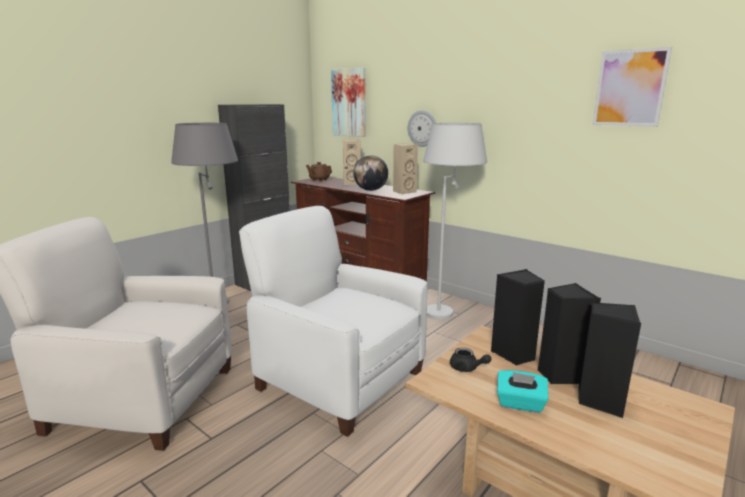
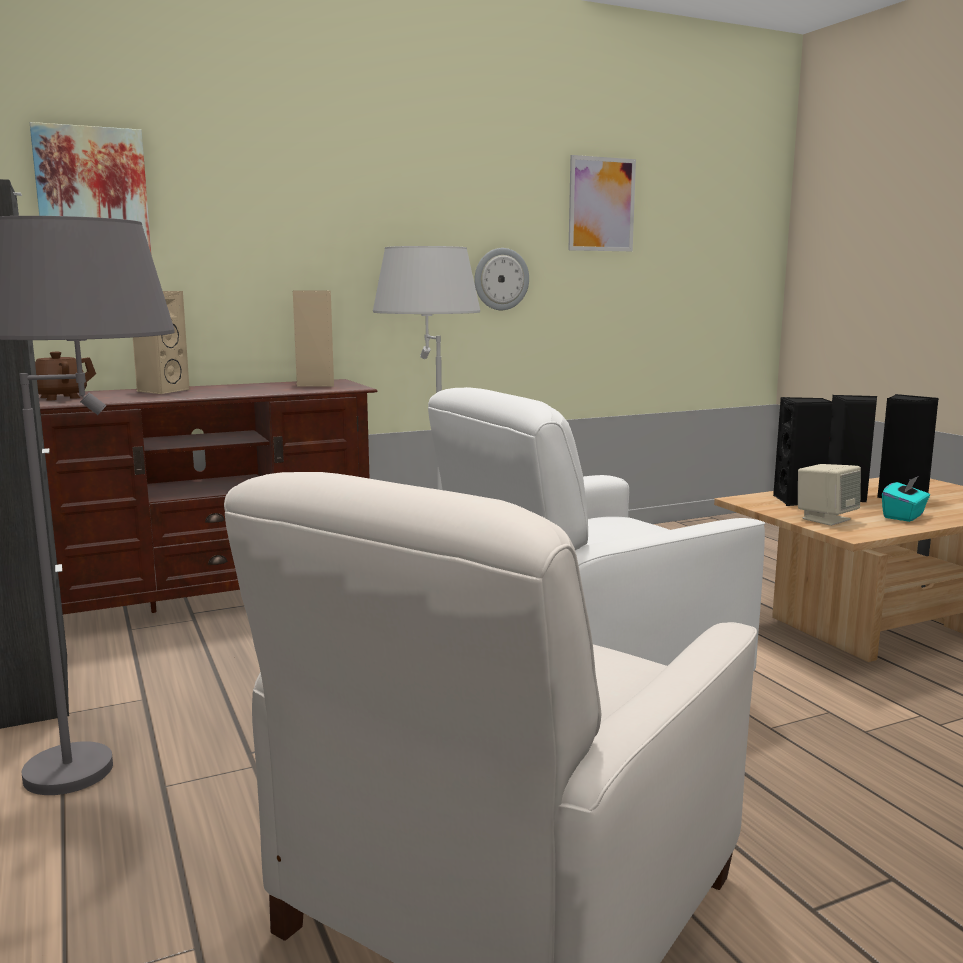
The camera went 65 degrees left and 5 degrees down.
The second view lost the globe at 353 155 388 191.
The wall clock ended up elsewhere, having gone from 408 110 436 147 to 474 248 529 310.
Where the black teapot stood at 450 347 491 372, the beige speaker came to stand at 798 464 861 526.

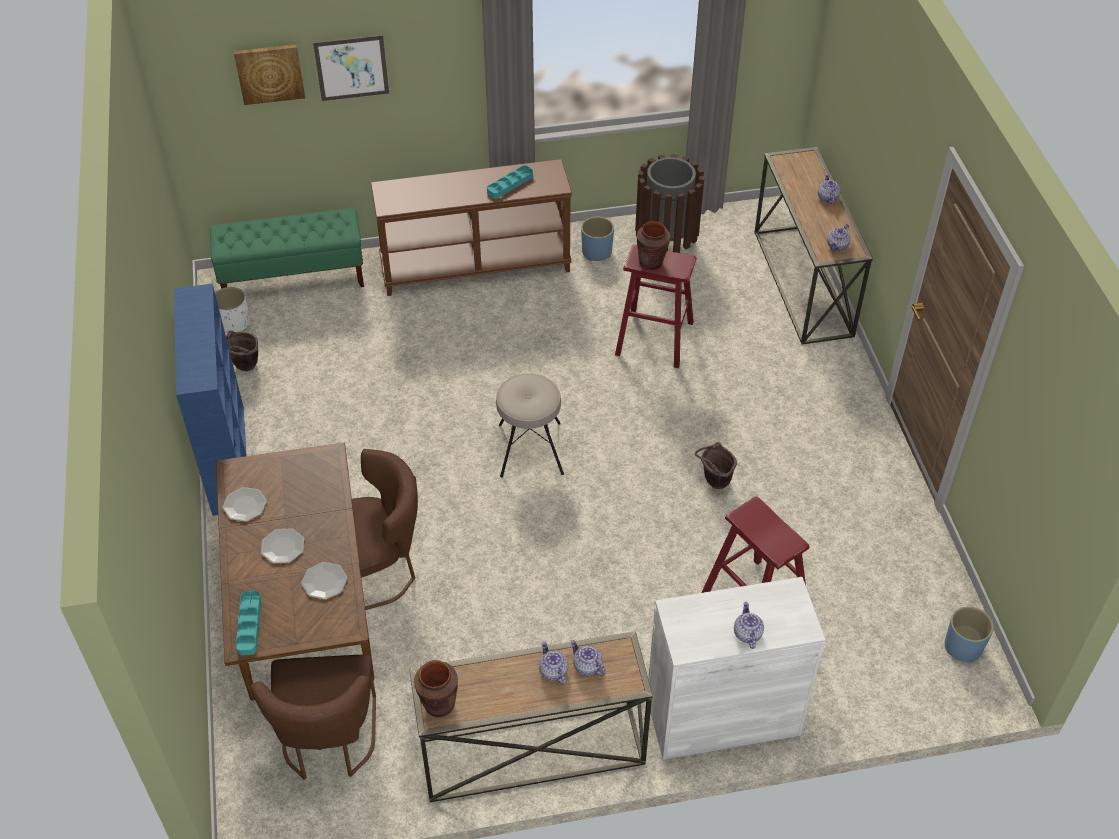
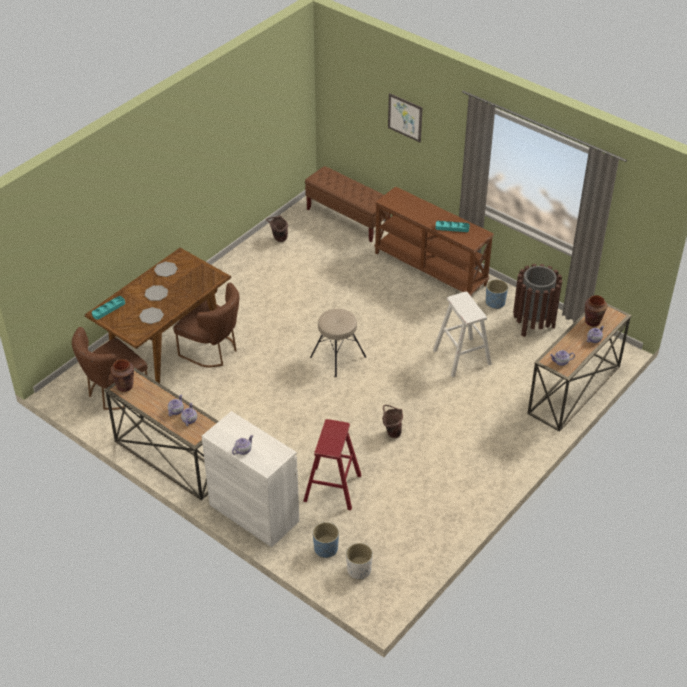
The camera went 50 degrees right and 5 degrees down.
The second view lost the blue bookcase at 174 284 247 516.
The second view lost the picture at 234 44 305 105.
The white planter ended up elsewhere, having gone from 215 287 250 333 to 346 543 373 580.
The brown vase ended up elsewhere, having gone from 637 221 670 270 to 585 295 607 327.
The blue planter ended up elsewhere, having gone from 945 606 994 662 to 313 522 339 558.
What was the green bench at 210 208 364 289 turned into the brown bench at 305 166 391 242.
What was the red stool at 615 244 697 368 turned into the white stool at 433 292 492 377.

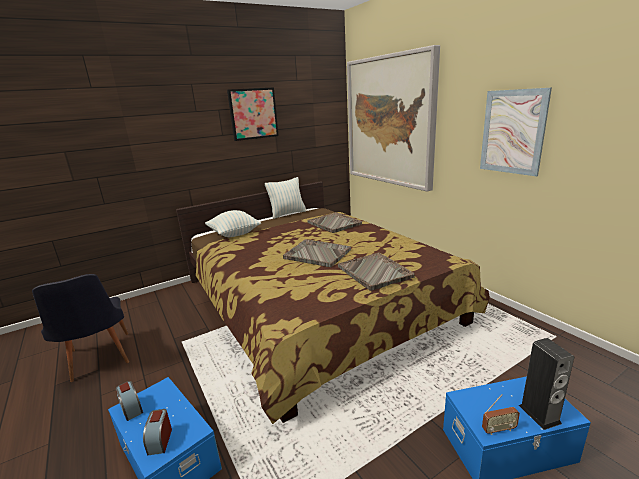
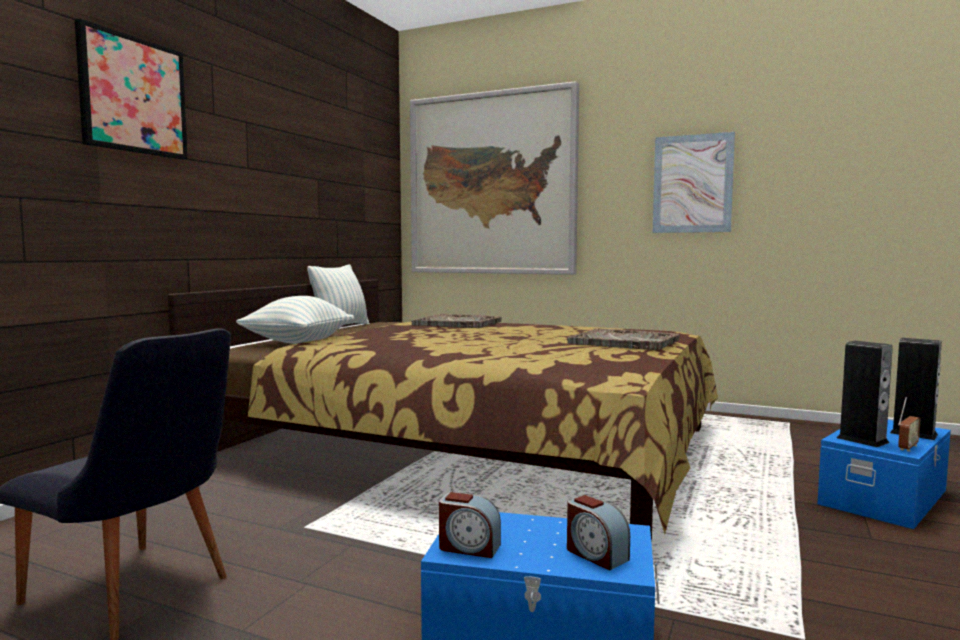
The camera went 35 degrees left and 15 degrees down.
The second view lost the grey tray at 283 239 351 267.
The second view gained the speaker at 837 341 893 447.
The picture ended up elsewhere, having gone from 227 87 279 141 to 75 19 188 159.

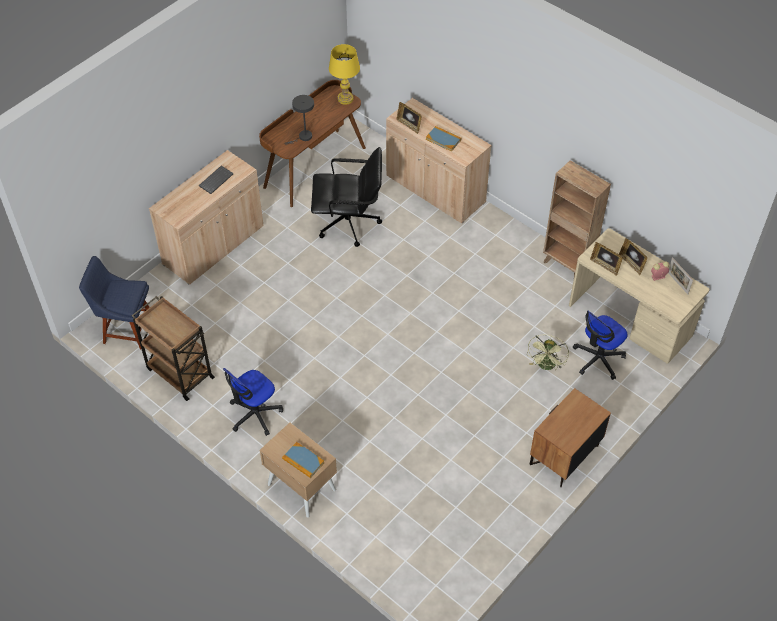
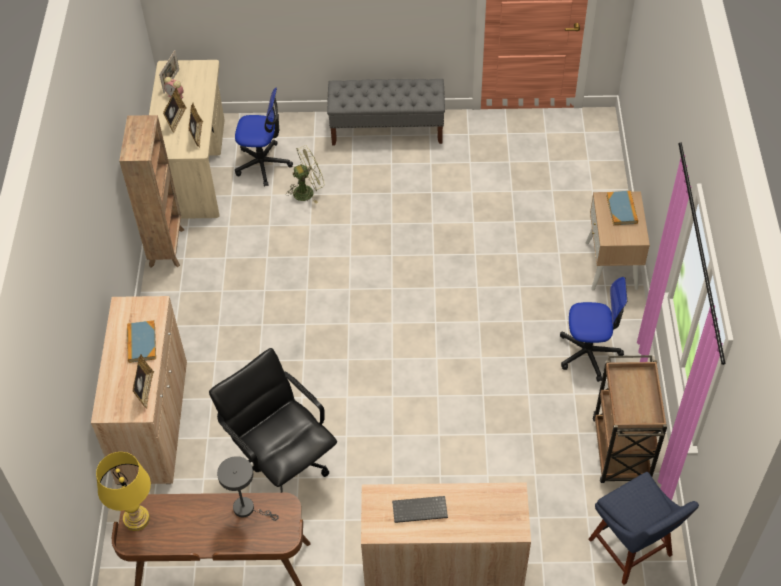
The camera went 130 degrees left and 0 degrees up.
Where the brown nightstand stood at 530 388 611 487, the grey bench came to stand at 327 79 445 145.

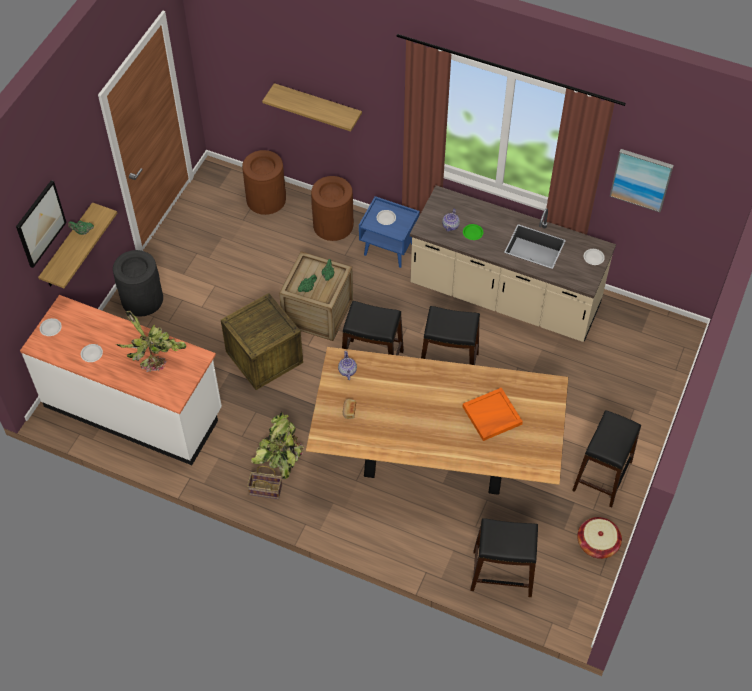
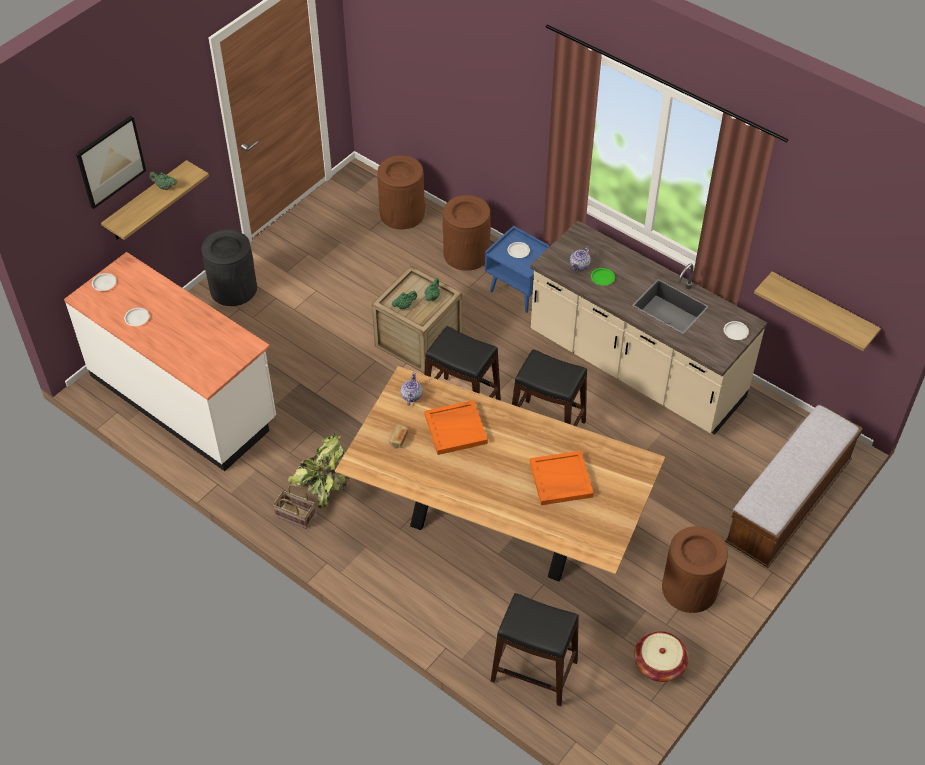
The camera went 15 degrees right and 5 degrees down.
The second view lost the potted plant at 116 311 186 372.
The second view lost the crate at 221 293 303 390.
The second view lost the picture at 610 149 674 212.
The second view gained the orange tray at 424 400 488 455.
The second view gained the bench at 725 405 863 568.
The shelf ended up elsewhere, having gone from 262 83 362 131 to 754 272 881 351.
Where the black stool stood at 572 410 641 508, the brown trash can came to stand at 662 526 728 613.

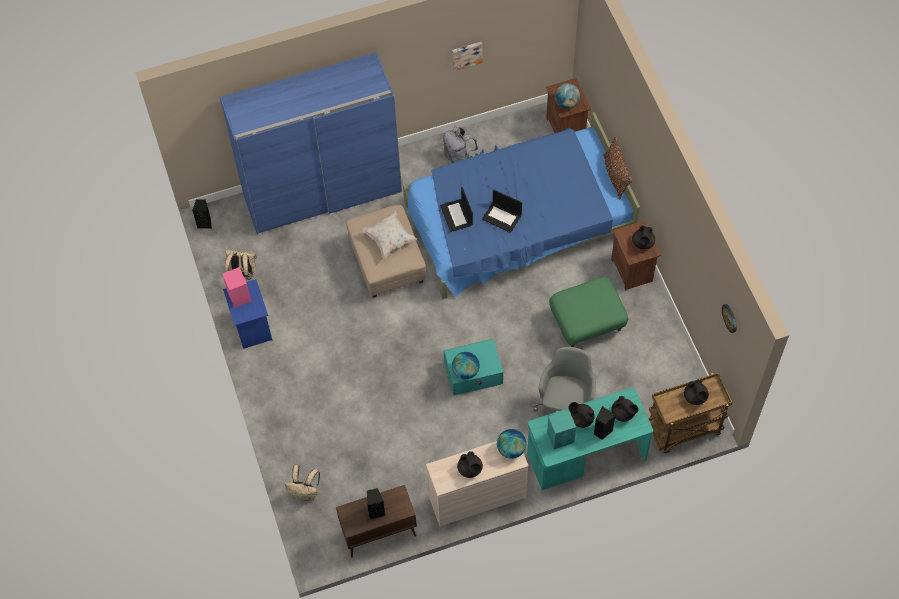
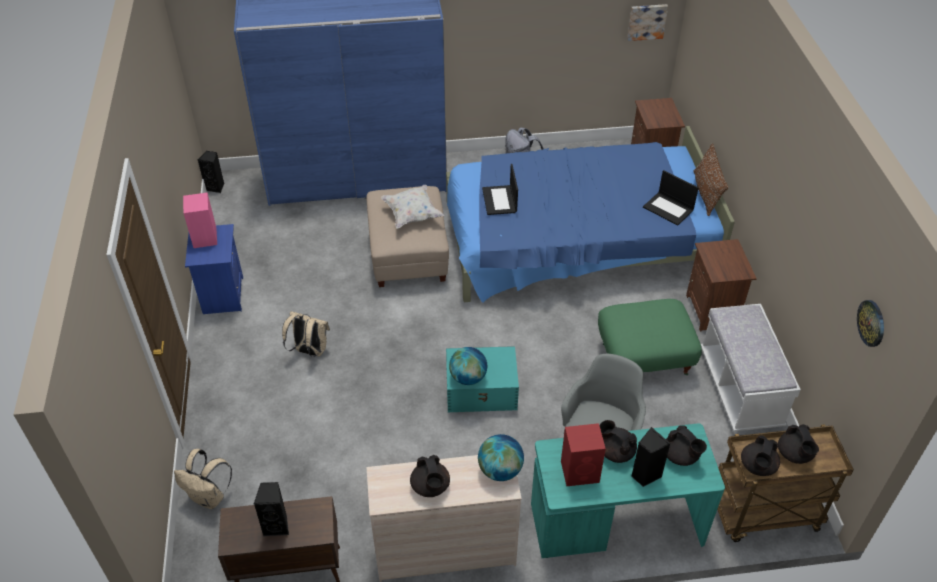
The camera went 10 degrees right and 15 degrees down.
The second view lost the globe at 554 83 580 109.
The second view gained the white bench at 701 304 801 432.
The beige backpack ended up elsewhere, having gone from 225 250 257 280 to 282 311 330 357.
The picture ended up elsewhere, having gone from 452 42 482 71 to 627 4 668 41.
The laptop ended up elsewhere, having gone from 482 189 522 233 to 643 170 699 225.
The black teapot ended up elsewhere, having gone from 632 225 655 249 to 741 436 780 476.
What was the turquoise speaker at 547 410 576 449 turned into the red speaker at 561 423 606 486.

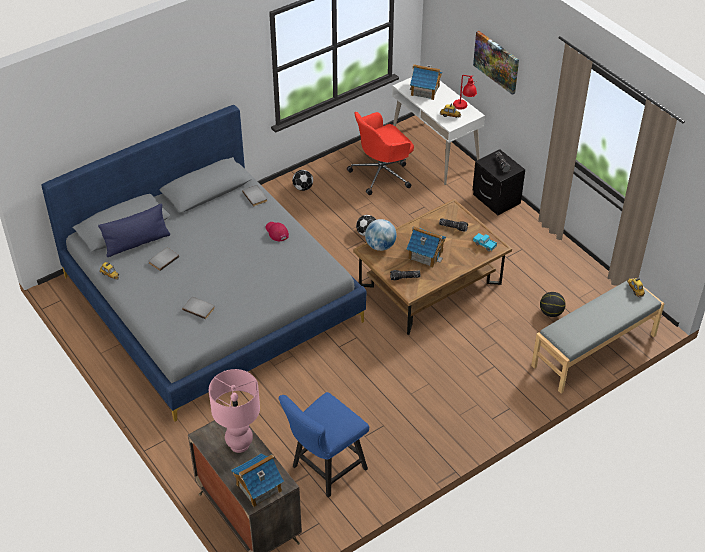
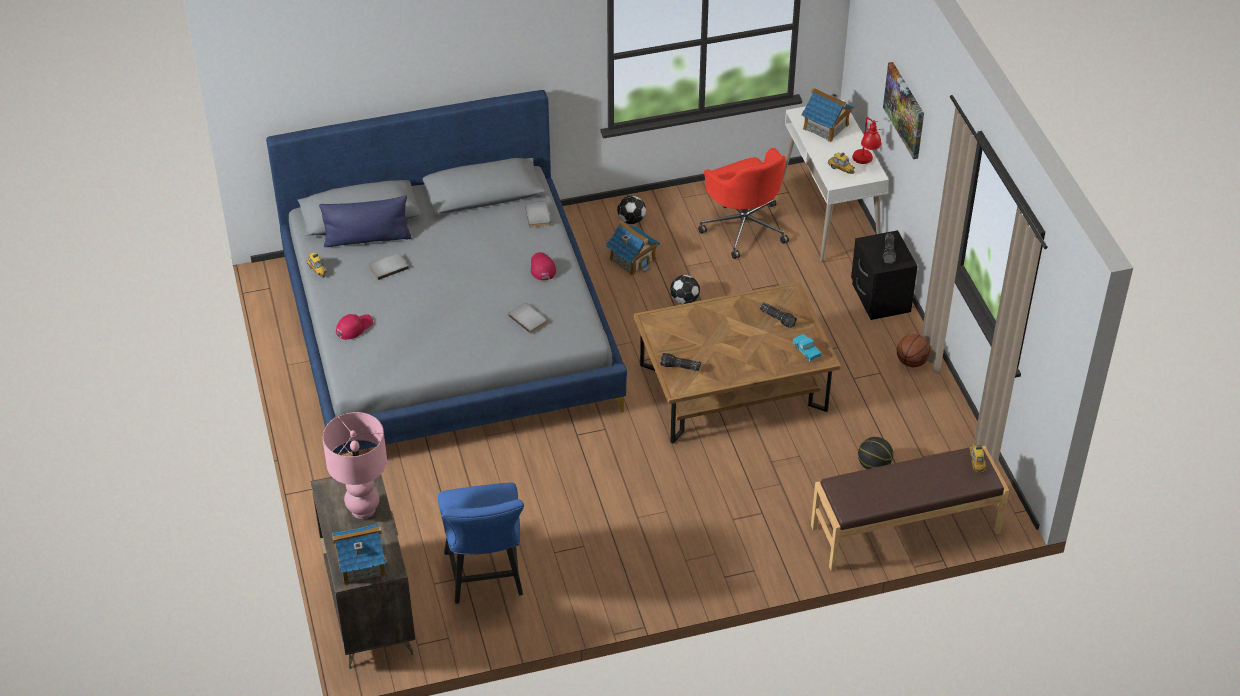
The camera went 20 degrees right and 0 degrees up.
The second view lost the globe at 365 219 397 251.
The second view gained the red cap at 336 314 373 340.
The second view gained the basketball at 897 334 930 367.
The grey book ended up elsewhere, having gone from 182 297 215 319 to 508 303 547 334.
The toy house ended up elsewhere, having gone from 407 226 446 268 to 606 220 660 276.
What was the grey bench at 531 278 664 394 turned into the brown bench at 811 445 1009 571.
The blue chair at 279 392 369 498 ended up facing another way, 75 degrees counterclockwise from before.
The red office chair at 347 112 414 195 ended up facing another way, 105 degrees counterclockwise from before.

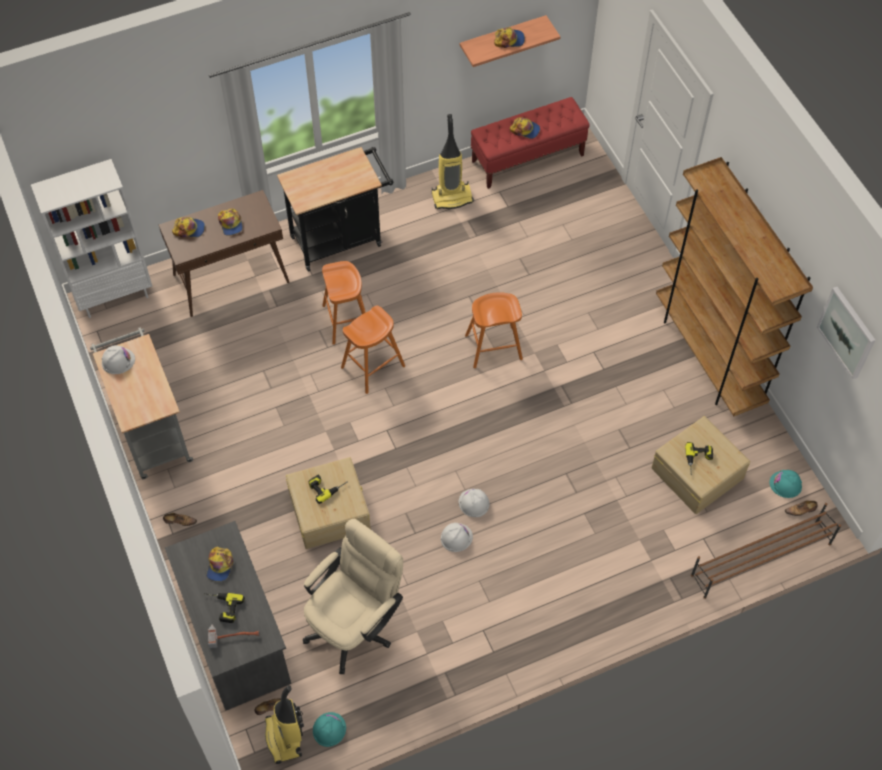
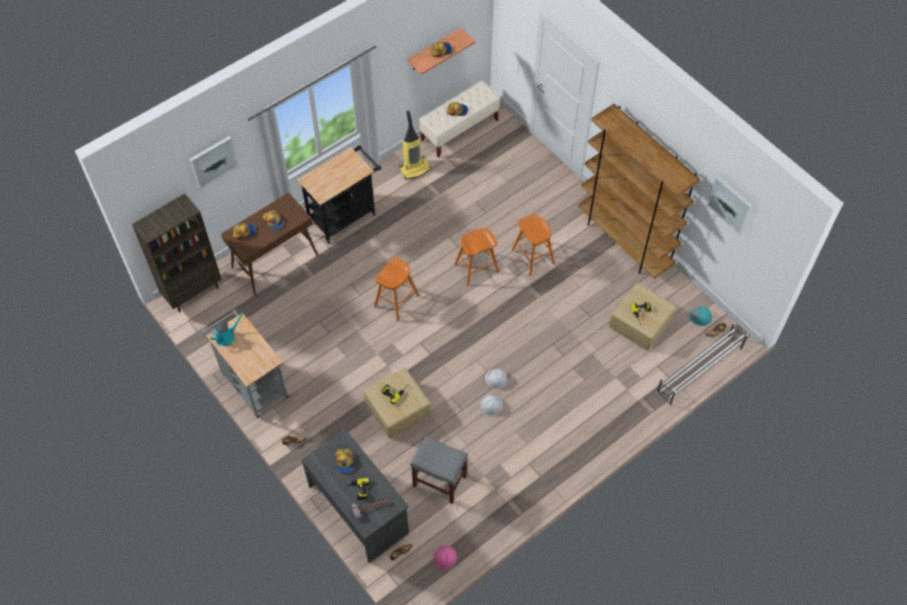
The camera went 15 degrees left and 0 degrees up.
The second view lost the vacuum cleaner at 265 685 304 764.
The second view gained the picture at 190 136 239 190.
The orange stool ended up elsewhere, having gone from 322 261 366 345 to 512 214 555 276.
Where the white hard hat stood at 102 345 135 374, the turquoise watering can came to stand at 209 312 245 346.
Where the beige office chair stood at 303 519 403 674, the grey stool came to stand at 410 435 468 504.
What was the white bookcase at 31 159 152 318 turned into the brown bookcase at 132 193 222 313.
What was the turquoise hard hat at 313 712 346 747 turned into the pink hard hat at 434 545 457 570.
What was the red bench at 471 97 590 189 turned into the beige bench at 419 81 501 158.
What was the brown shoe rack at 691 503 841 599 turned into the white shoe rack at 656 322 748 406.

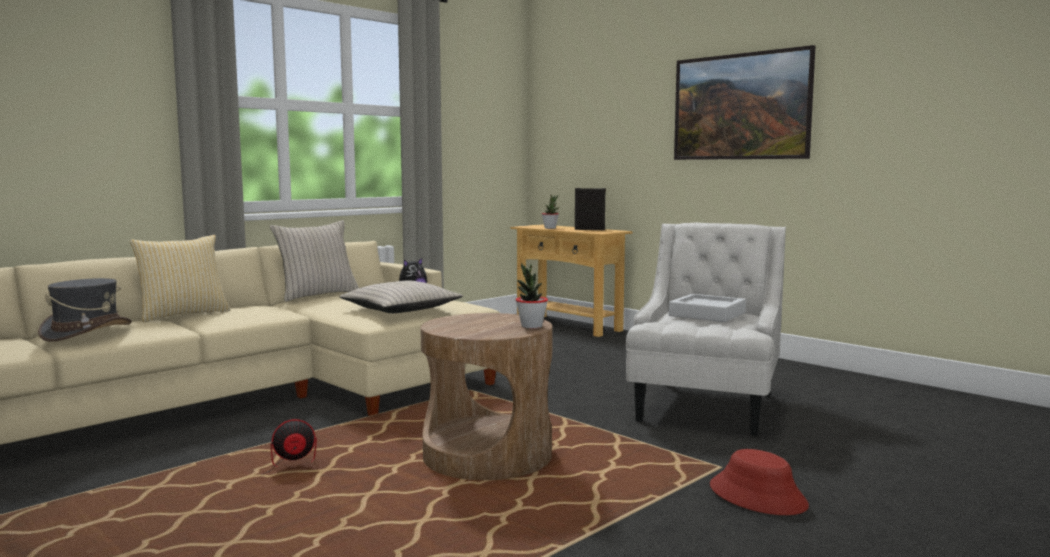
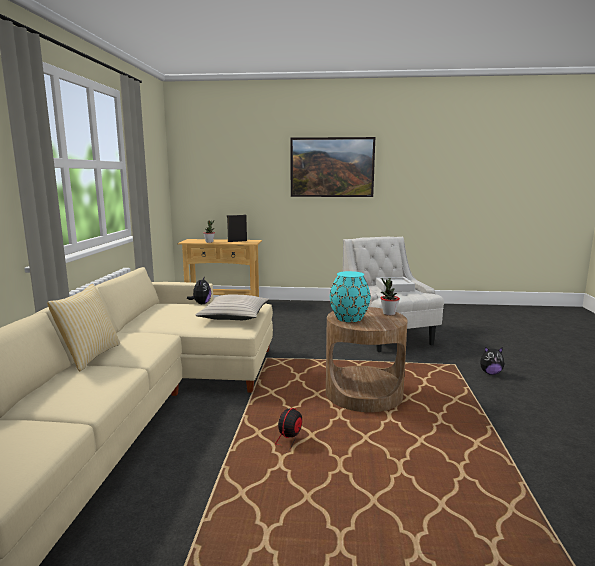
The camera went 40 degrees left and 5 degrees up.
The second view lost the grey hat at 38 278 132 342.
The second view lost the beige pillow at 270 220 359 302.
The second view gained the turquoise vase at 330 271 370 322.
Where the red hat stood at 710 449 809 515, the plush toy came to stand at 480 347 504 375.

